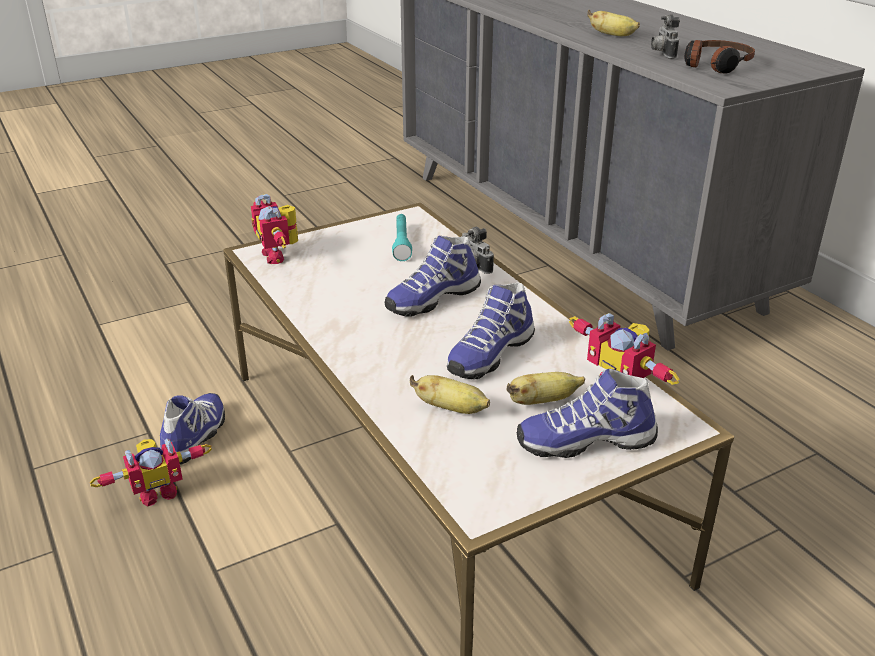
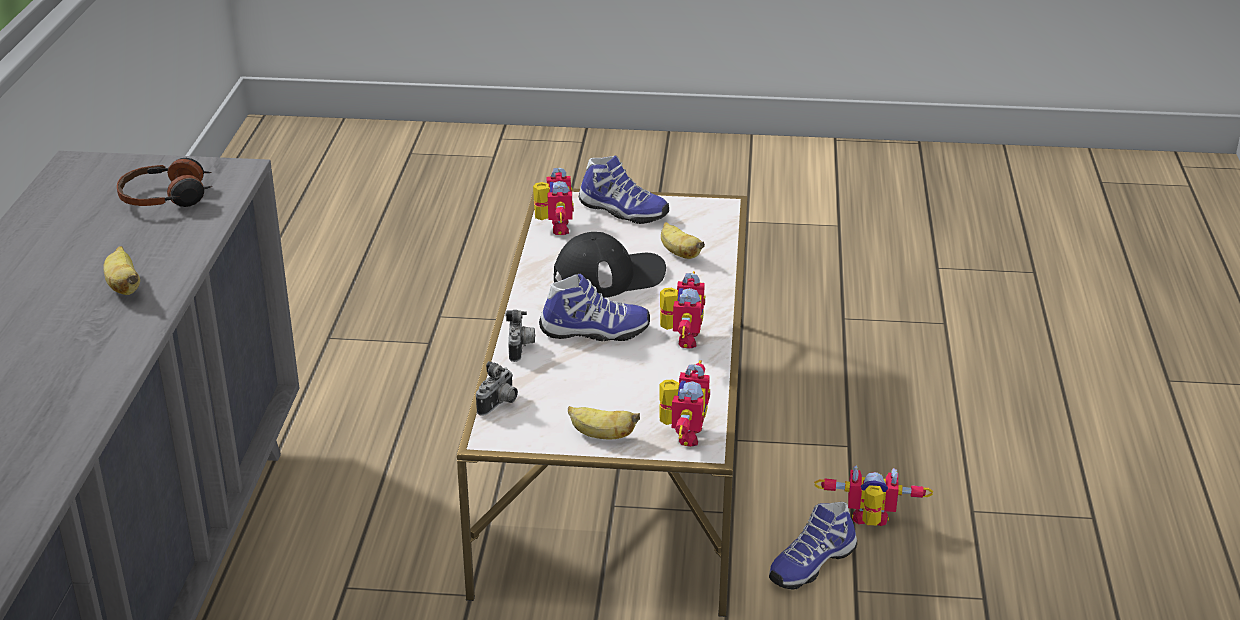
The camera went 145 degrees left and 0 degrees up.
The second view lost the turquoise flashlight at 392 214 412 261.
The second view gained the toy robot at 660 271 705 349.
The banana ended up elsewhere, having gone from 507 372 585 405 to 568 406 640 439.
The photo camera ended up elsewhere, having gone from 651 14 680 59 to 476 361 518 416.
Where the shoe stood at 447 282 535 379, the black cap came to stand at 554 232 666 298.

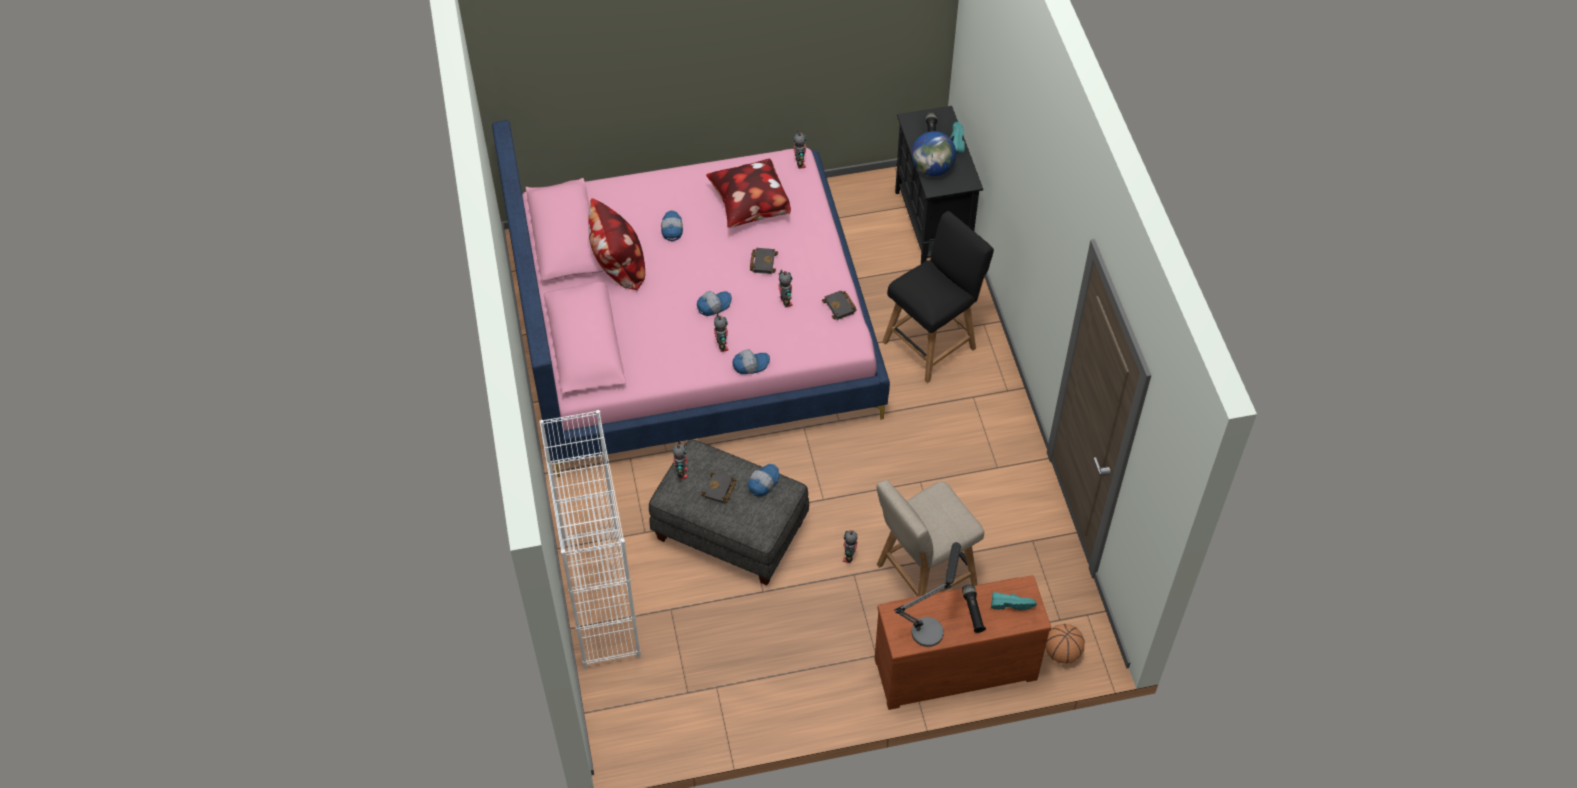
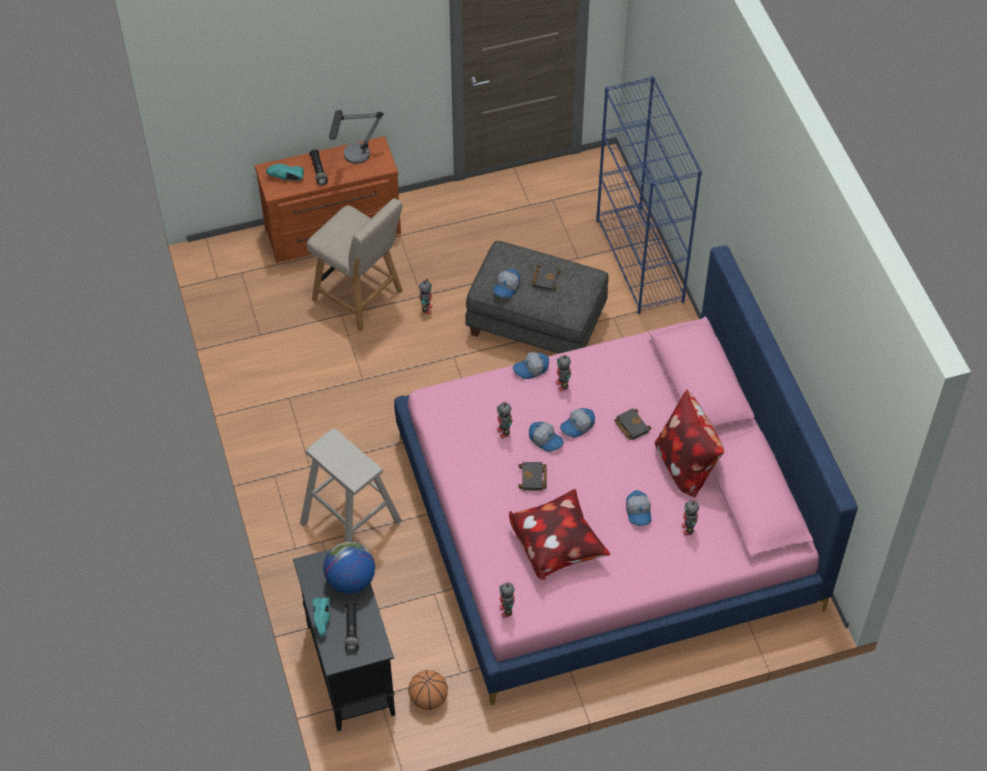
The camera went 175 degrees right and 0 degrees up.
The second view gained the cap at 529 422 564 452.
The toy robot ended up elsewhere, having gone from 672 441 687 479 to 682 500 699 535.
The black book ended up elsewhere, having gone from 822 291 857 320 to 614 408 651 440.
The basketball ended up elsewhere, having gone from 1045 624 1085 664 to 408 670 448 710.
Where the black chair stood at 882 211 994 383, the beige stool came to stand at 300 428 402 542.
What was the white bookcase at 539 410 641 669 turned into the blue bookcase at 596 76 702 314.
The beige chair at 876 480 984 597 ended up facing another way, 75 degrees clockwise from before.

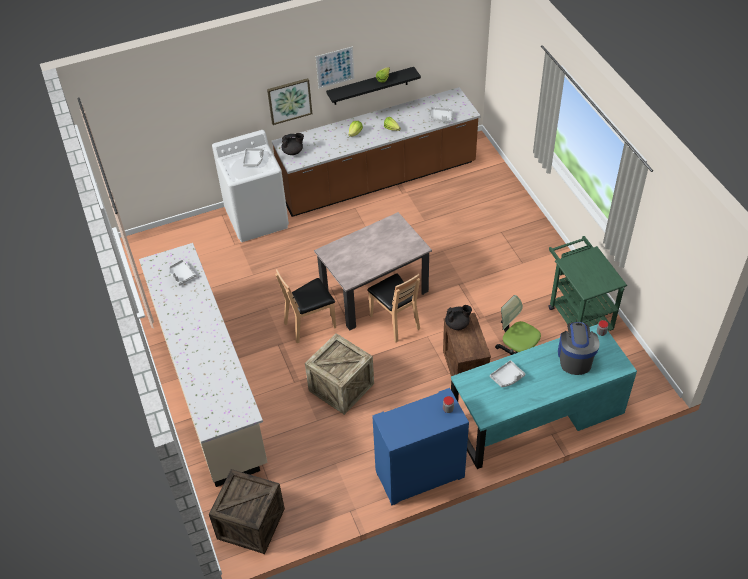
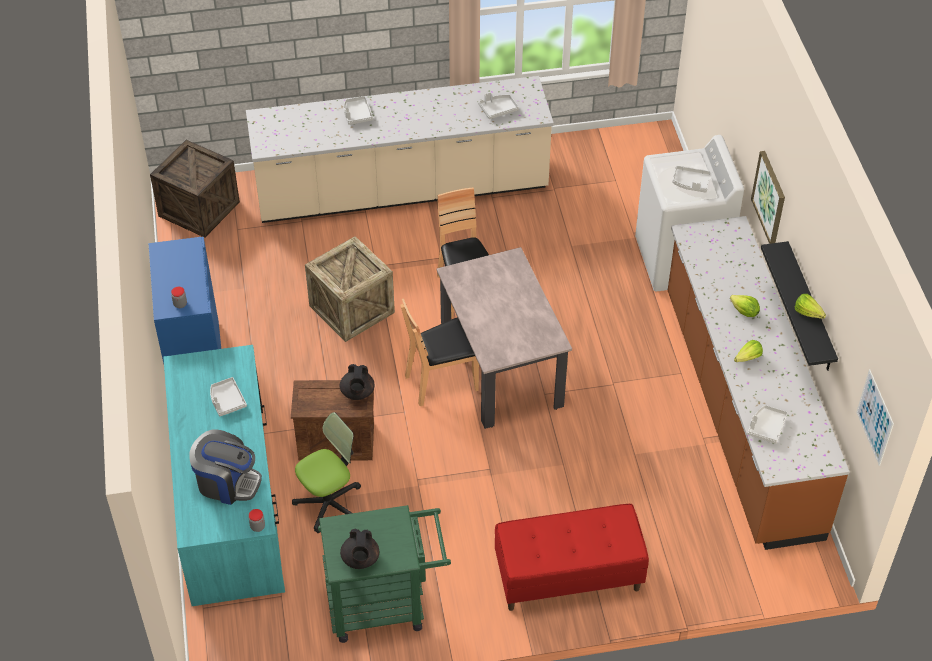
The camera went 100 degrees right and 0 degrees up.
The second view gained the grey tray at 344 96 373 125.
The second view gained the red bench at 495 504 649 611.
The black teapot ended up elsewhere, having gone from 281 133 304 155 to 340 529 379 569.
The picture ended up elsewhere, having gone from 316 46 354 88 to 856 369 894 466.

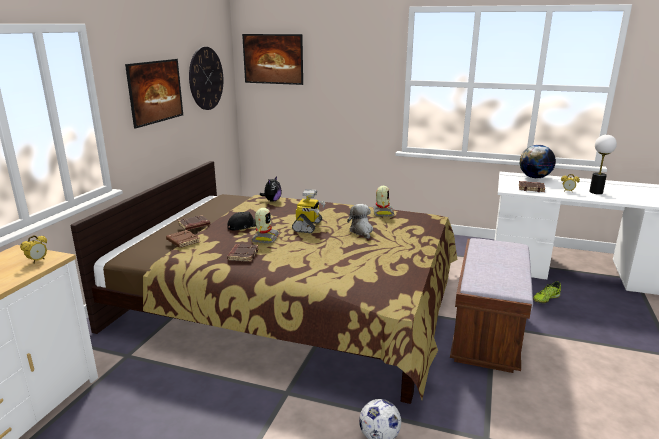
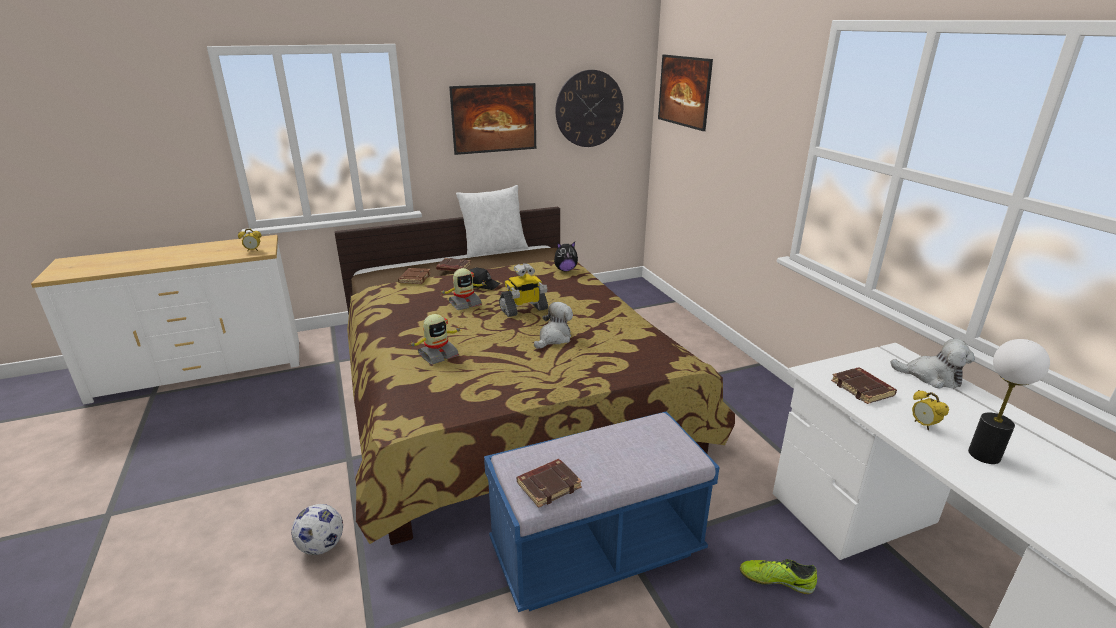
The camera went 50 degrees right and 5 degrees up.
The second view gained the white pillow at 456 185 528 258.
The brown book ended up elsewhere, having gone from 227 244 259 262 to 517 459 582 508.
The toy robot ended up elsewhere, having gone from 373 186 395 217 to 410 314 463 365.
Where the globe stood at 520 145 556 178, the plush toy came to stand at 890 338 975 389.
What was the brown bench at 450 238 533 373 turned into the blue bench at 484 411 720 612.

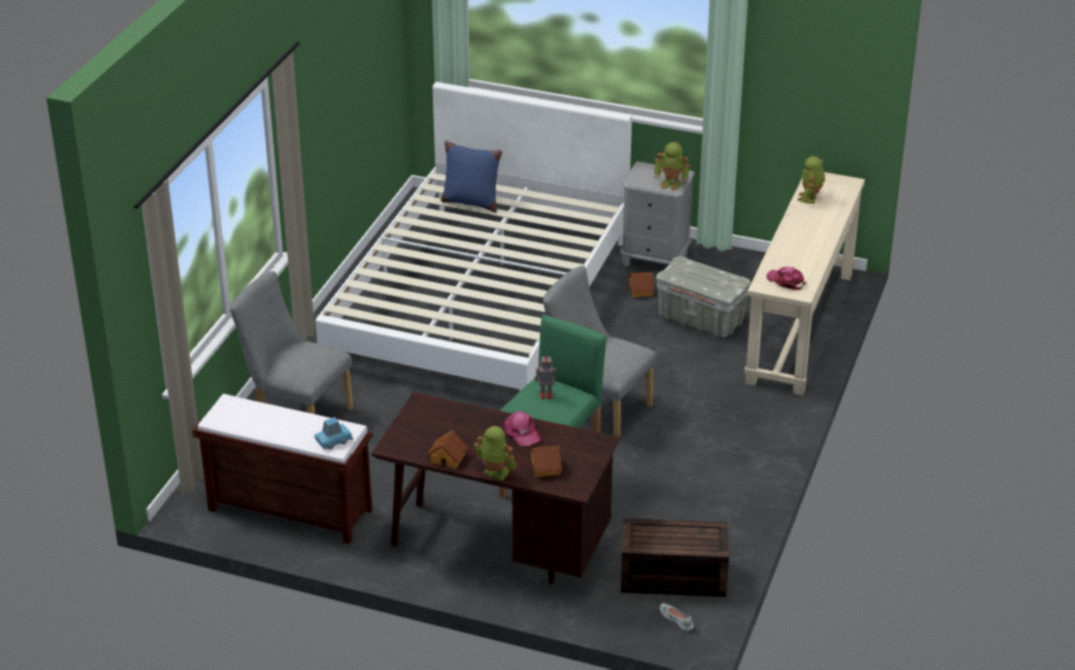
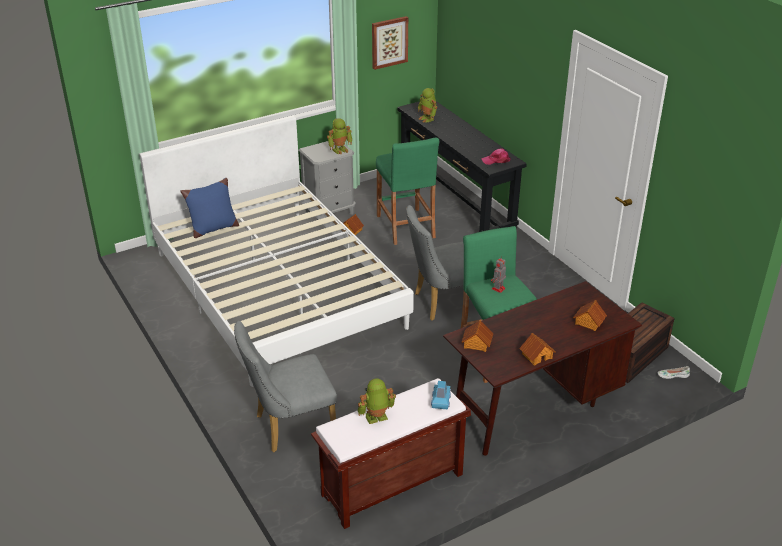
The camera went 50 degrees left and 0 degrees up.
The second view lost the pink cap at 502 411 541 446.
The second view gained the picture at 372 16 408 70.
The second view gained the toy house at 462 320 493 352.
The toy robot ended up elsewhere, having gone from 474 426 516 481 to 357 378 396 424.
Where the grey storage box stood at 656 256 751 337, the green stool came to stand at 376 138 439 245.
What was the beige console table at 744 172 865 395 turned into the black console table at 397 101 527 232.

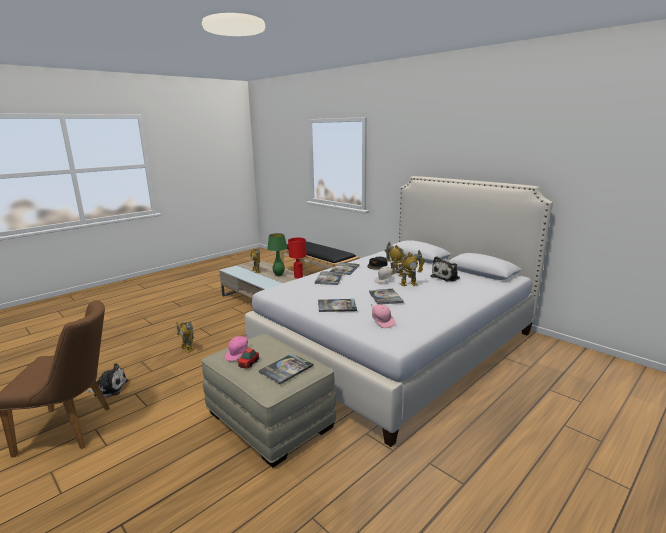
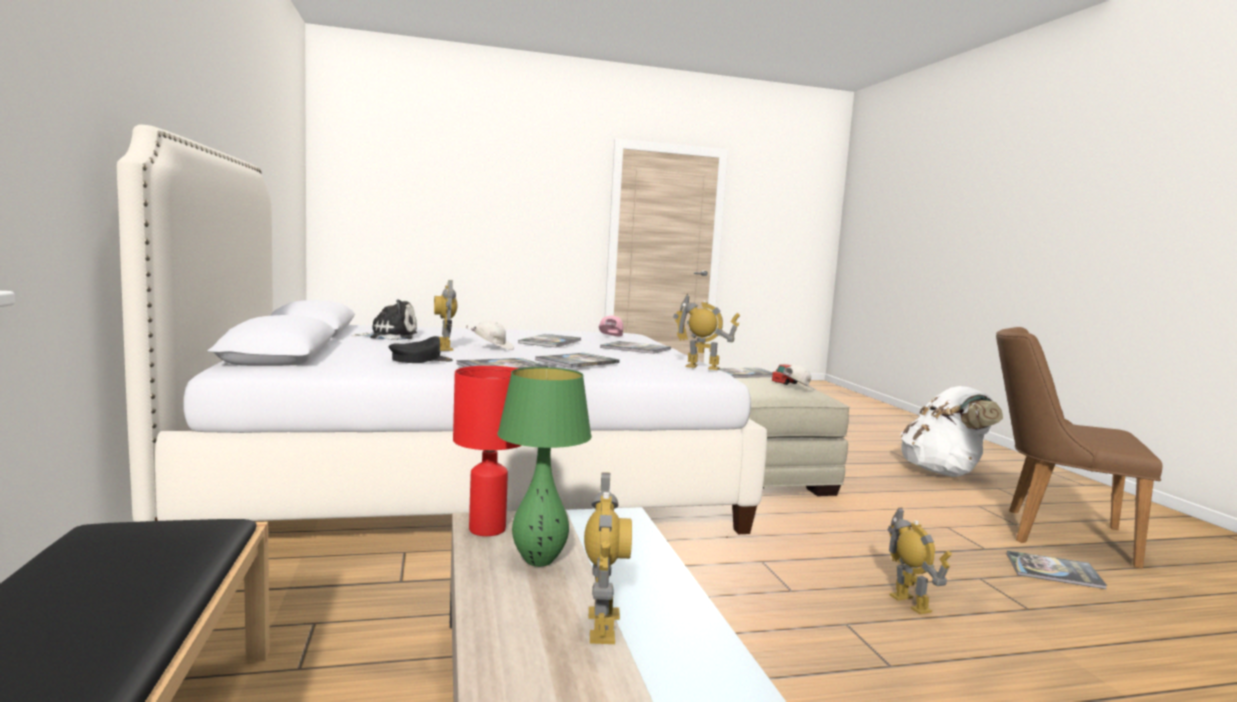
The camera went 150 degrees left and 10 degrees down.
The second view gained the white backpack at 900 386 1003 477.
The toy robot ended up elsewhere, having gone from 394 250 426 286 to 673 294 740 370.
Where the plush toy stood at 85 363 128 397, the book came to stand at 1007 551 1107 589.
What was the pink cap at 225 334 248 361 turned into the white cap at 783 365 816 390.

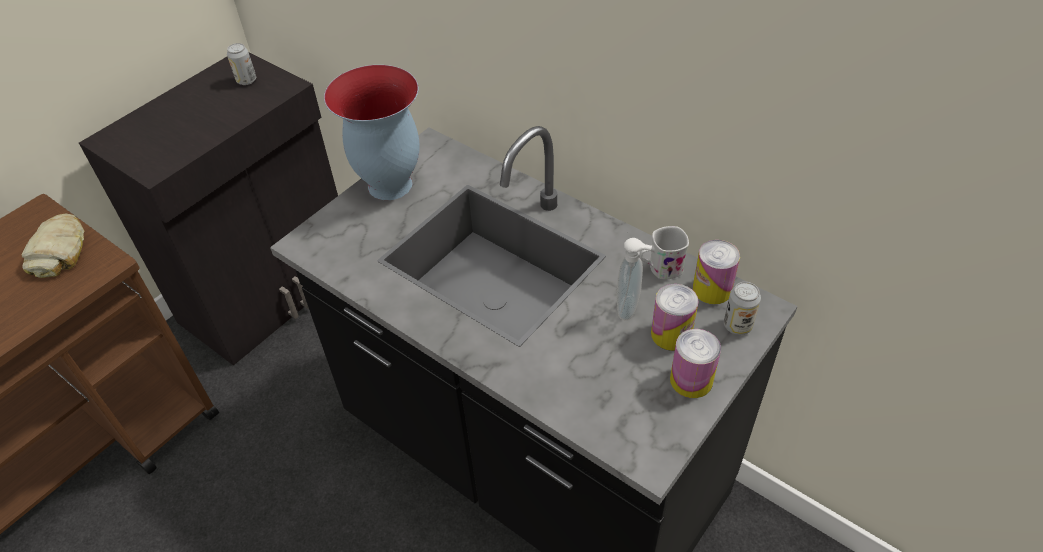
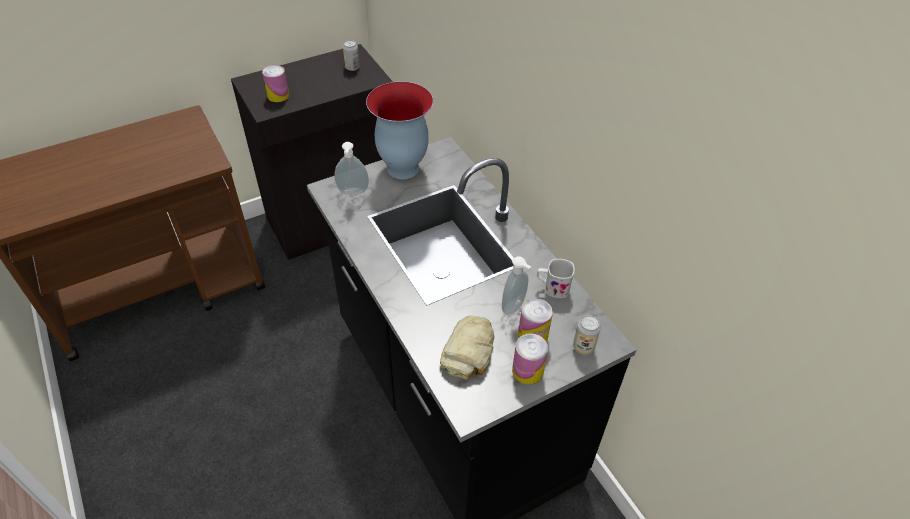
The camera went 20 degrees right and 0 degrees up.
The second view gained the soap dispenser at 335 142 369 195.
The bread ended up elsewhere, having gone from 22 214 84 278 to 440 316 494 380.
The can ended up elsewhere, having gone from 693 240 740 304 to 262 65 289 102.

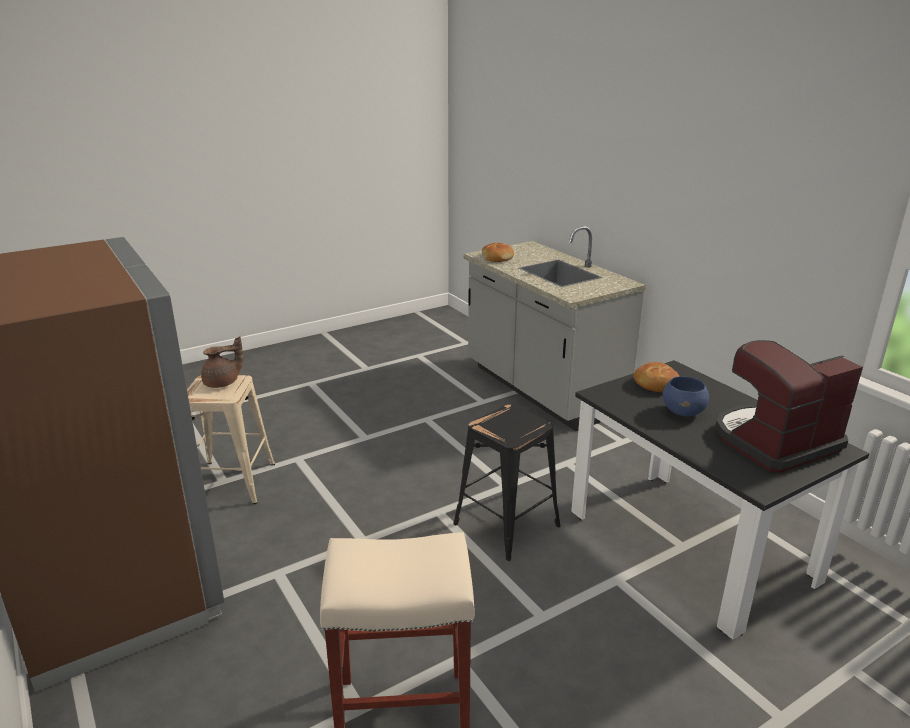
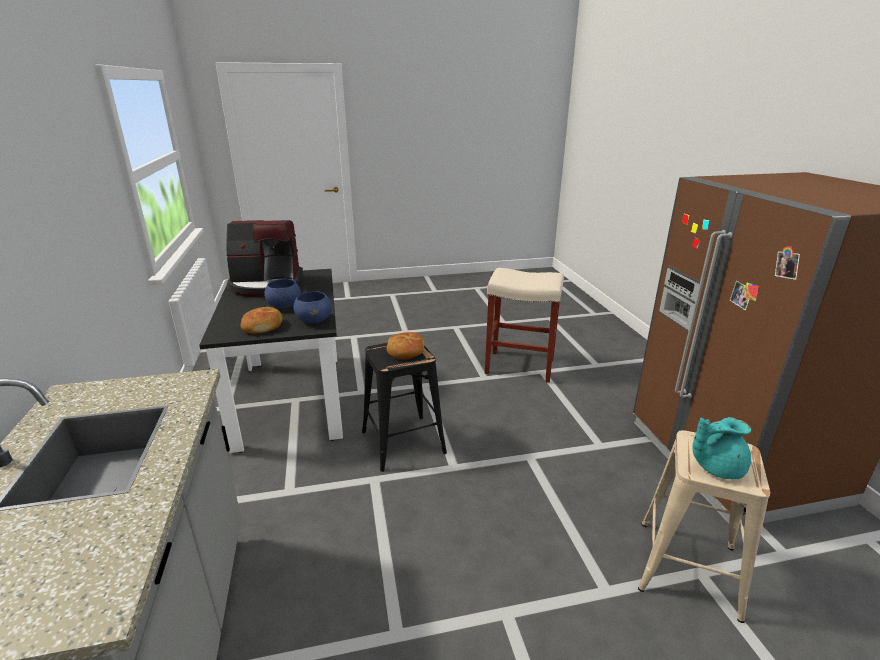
The camera went 160 degrees left and 0 degrees up.
The second view gained the blue bowl at 293 291 332 323.
The bread ended up elsewhere, having gone from 482 243 514 262 to 386 332 425 359.
What was the brown teapot at 201 336 243 388 turned into the turquoise teapot at 692 417 751 479.

